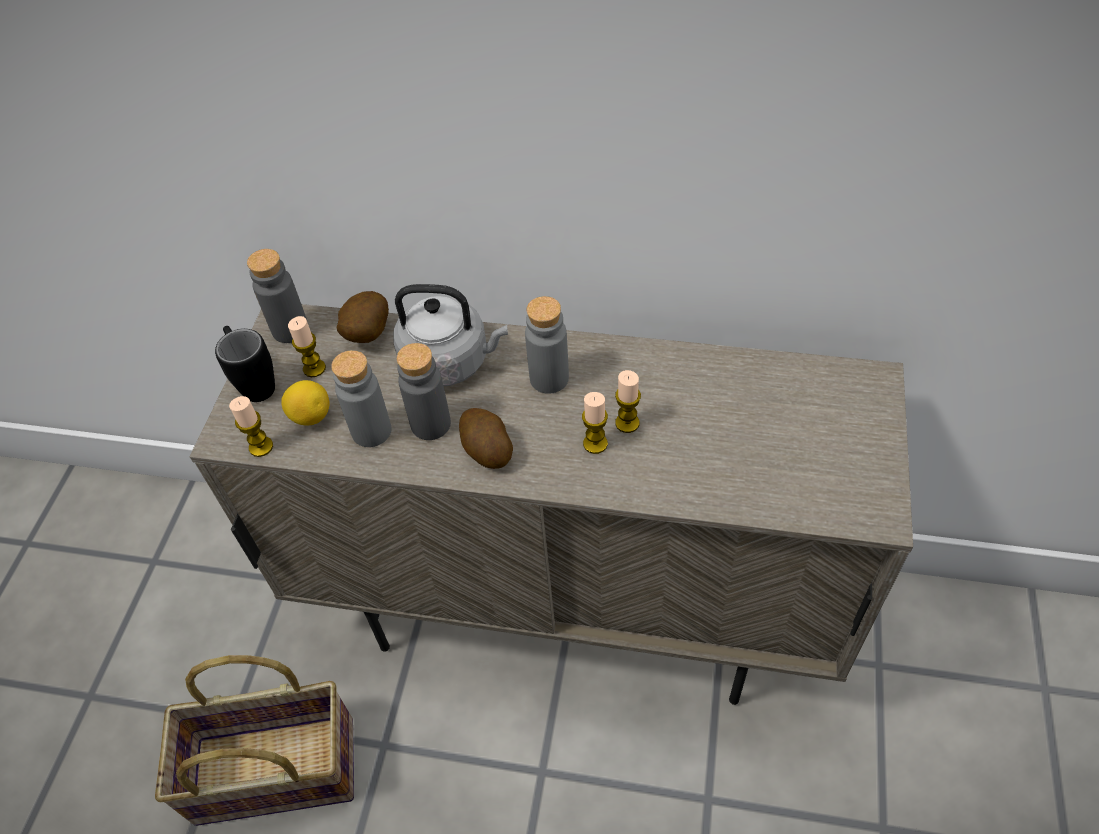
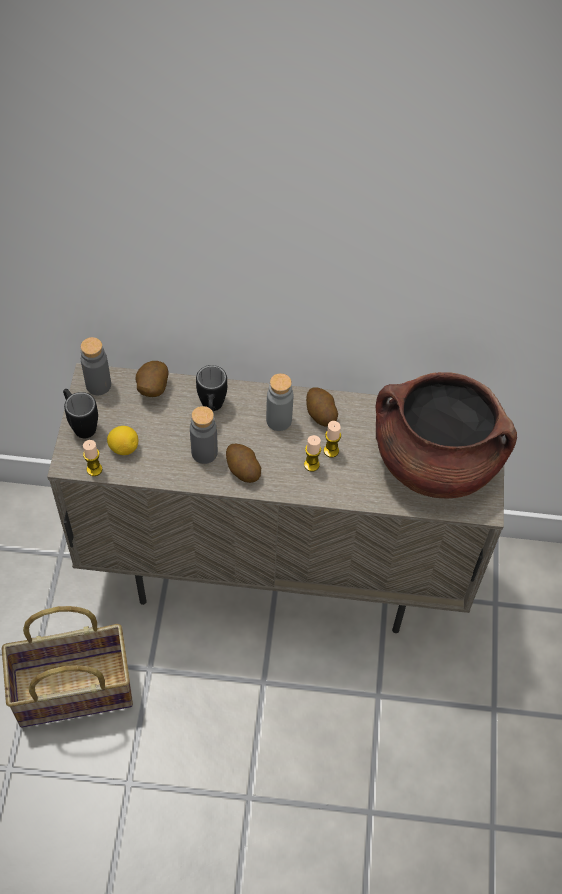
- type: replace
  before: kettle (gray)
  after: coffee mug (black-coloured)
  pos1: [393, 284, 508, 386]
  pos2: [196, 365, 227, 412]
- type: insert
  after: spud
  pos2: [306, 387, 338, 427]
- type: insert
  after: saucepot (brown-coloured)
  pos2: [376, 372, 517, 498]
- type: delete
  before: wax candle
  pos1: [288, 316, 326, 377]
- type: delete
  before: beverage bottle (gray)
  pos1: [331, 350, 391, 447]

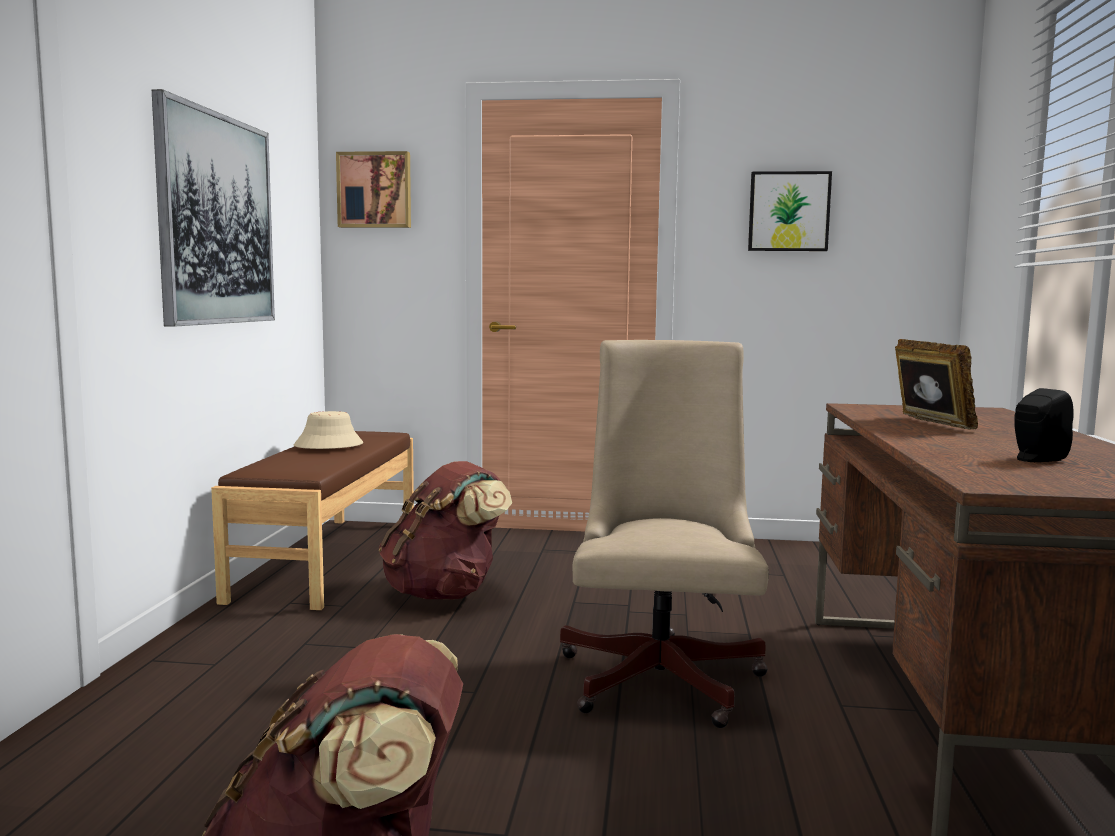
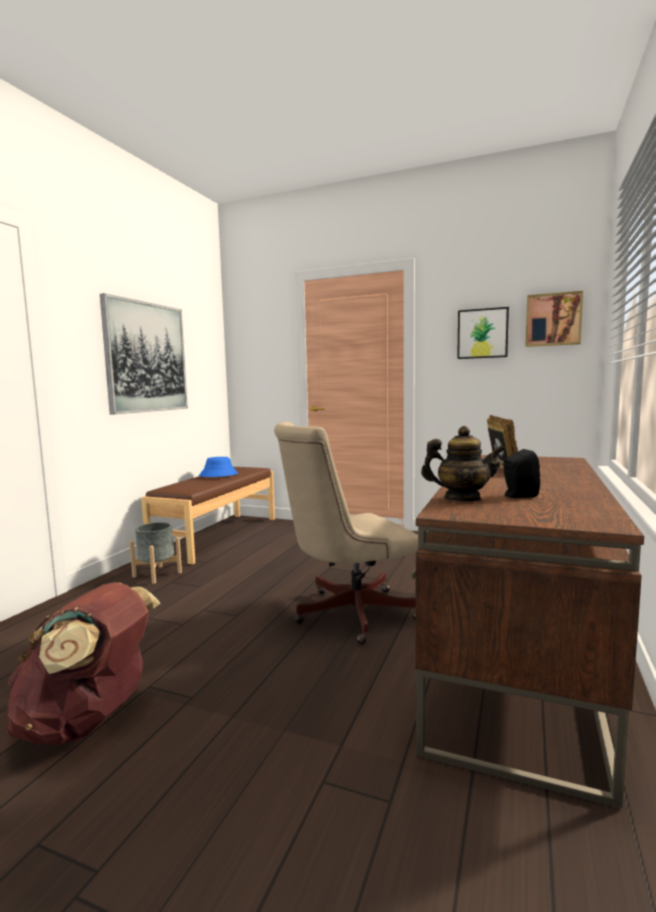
- type: insert
  after: plant pot (gray)
  pos2: [130, 522, 182, 584]
- type: recolor
  before: hat (beige)
  after: hat (bluish)
  pos1: [294, 411, 363, 449]
  pos2: [199, 457, 238, 477]
- type: rotate
  before: desk chair (beige)
  pos1: [560, 340, 769, 728]
  pos2: [274, 421, 418, 645]
  turn: -135
- type: insert
  after: tea pot
  pos2: [421, 426, 506, 501]
- type: move
  before: wall picture
  pos1: [336, 151, 411, 228]
  pos2: [525, 291, 583, 347]
- type: delete
  before: knapsack (brown-coloured)
  pos1: [379, 461, 512, 600]

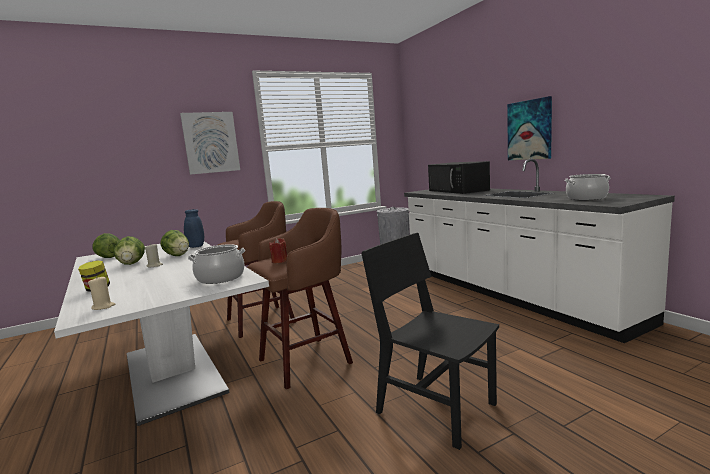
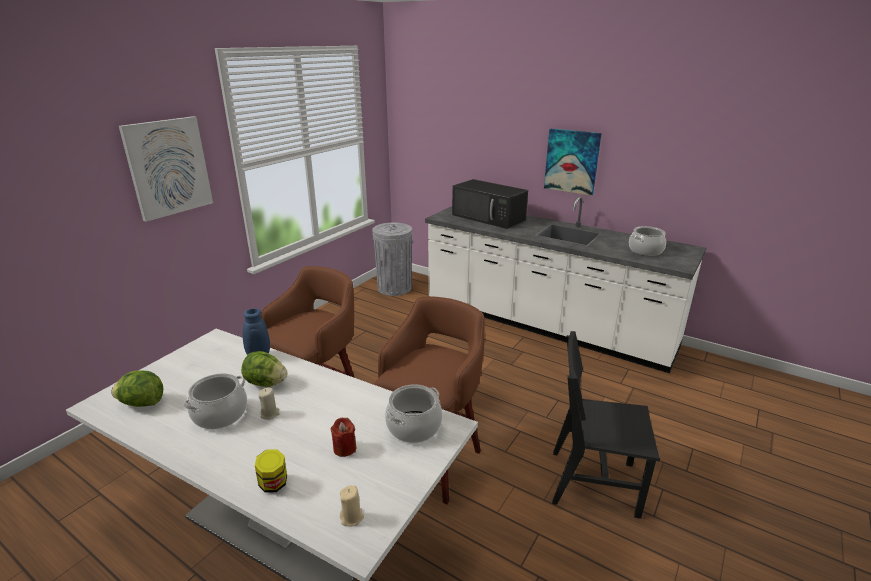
- type: replace
  before: head of lettuce
  after: saucepot
  pos1: [114, 236, 145, 265]
  pos2: [183, 373, 247, 429]
- type: move
  before: wax candle (red)
  pos1: [269, 238, 287, 263]
  pos2: [330, 418, 356, 457]

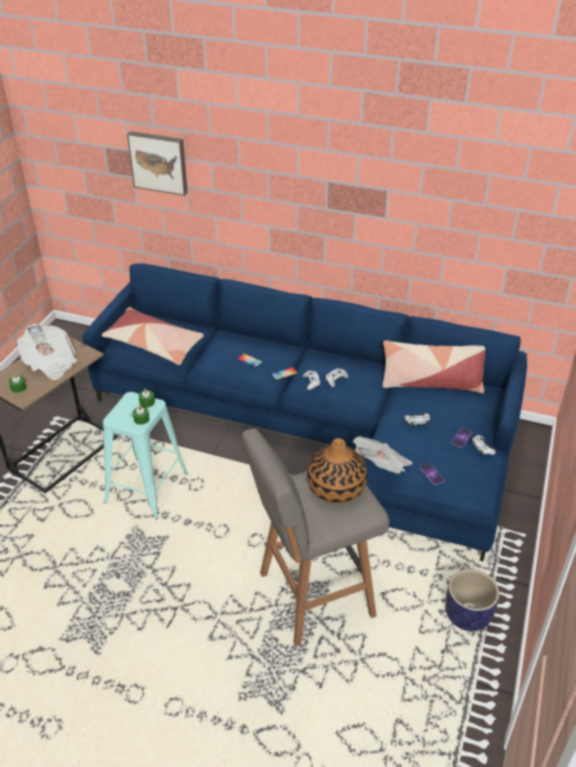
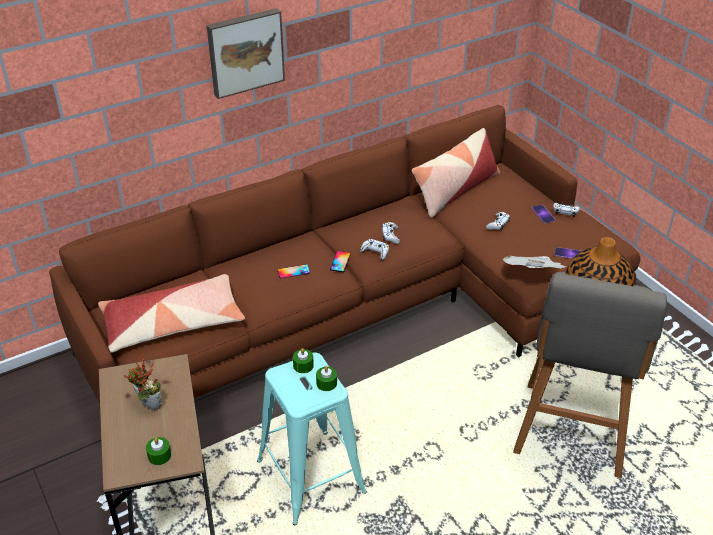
- type: recolor
  before: settee (bluish)
  after: settee (brown-coloured)
  pos1: [83, 263, 527, 561]
  pos2: [49, 105, 640, 403]
- type: replace
  before: printed paper
  after: potted plant
  pos1: [17, 324, 78, 380]
  pos2: [124, 354, 162, 410]
- type: move
  before: wall picture
  pos1: [127, 131, 188, 196]
  pos2: [207, 8, 285, 99]
- type: delete
  before: plant pot
  pos1: [445, 569, 499, 631]

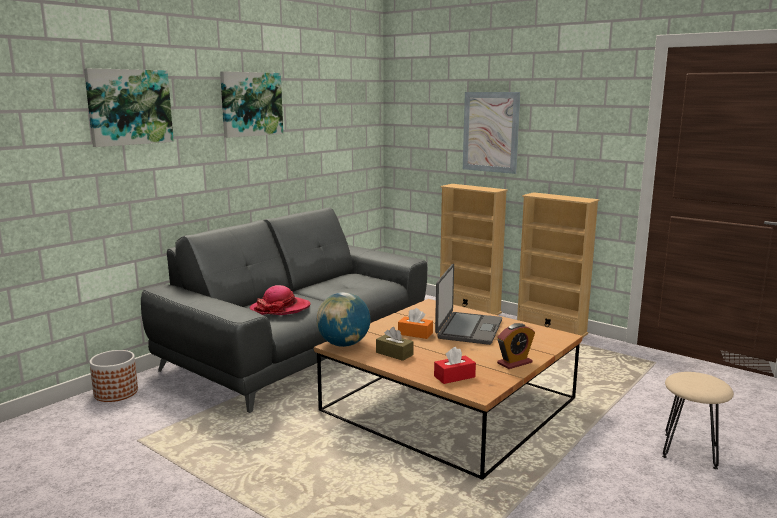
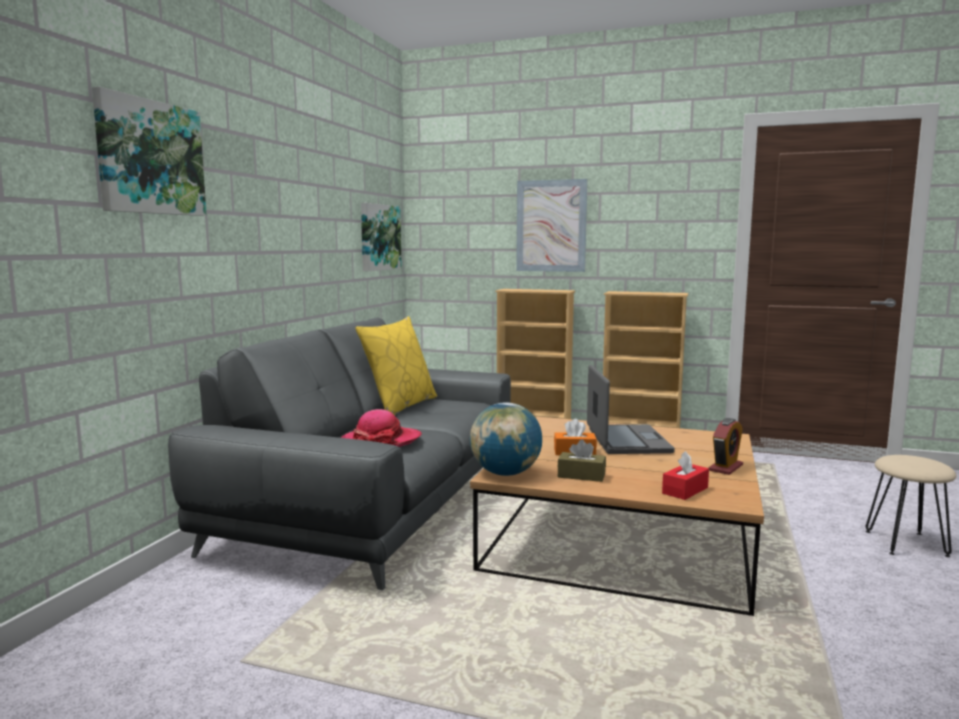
- type: insert
  after: throw pillow (yellowish)
  pos2: [356, 316, 437, 415]
- type: move
  before: wall picture
  pos1: [220, 71, 283, 138]
  pos2: [361, 203, 402, 271]
- type: delete
  before: plant pot
  pos1: [89, 350, 138, 402]

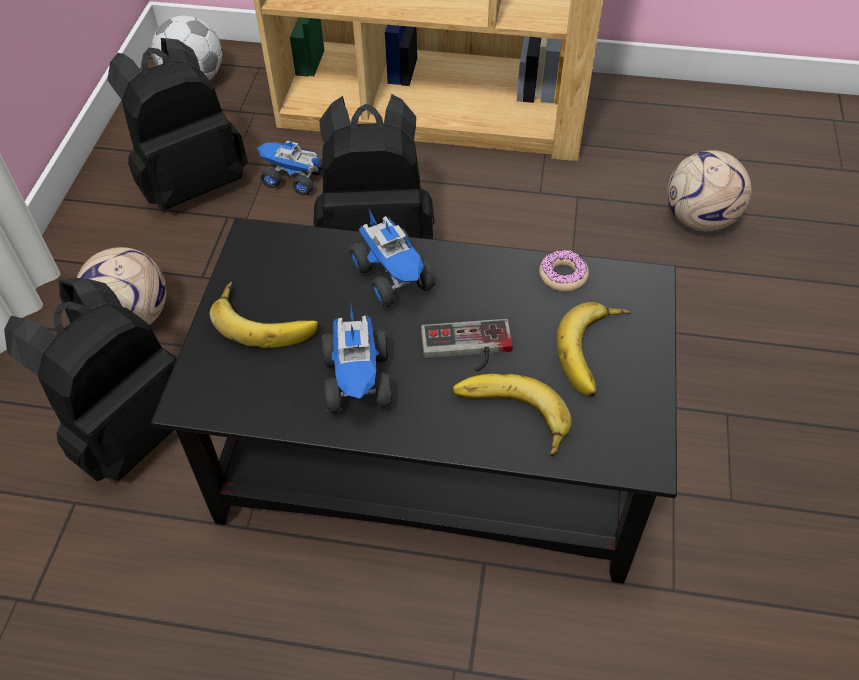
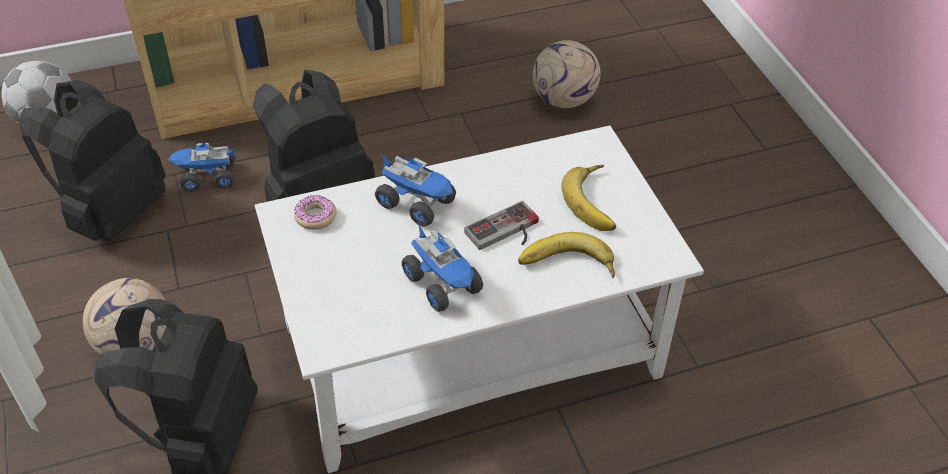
- type: recolor
  before: coffee table (black-coloured)
  after: coffee table (white-coloured)
  pos1: [151, 218, 677, 584]
  pos2: [255, 126, 704, 473]
- type: move
  before: ring doughnut
  pos1: [539, 250, 589, 292]
  pos2: [294, 195, 336, 230]
- type: delete
  before: banana fruit
  pos1: [209, 281, 319, 348]

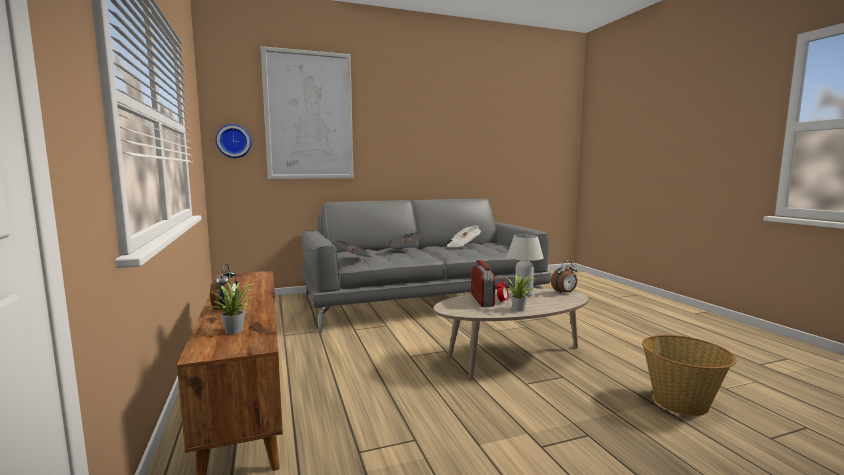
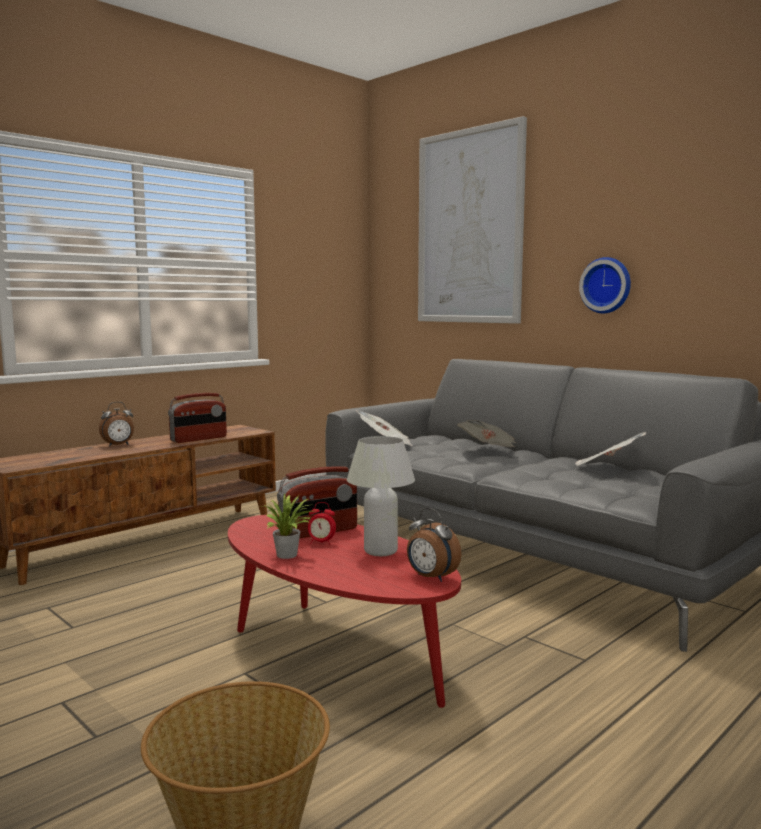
- type: insert
  after: radio receiver
  pos2: [168, 393, 227, 443]
- type: recolor
  before: coffee table (beige)
  after: coffee table (red)
  pos1: [434, 288, 588, 379]
  pos2: [228, 514, 461, 708]
- type: move
  before: clock on the wall
  pos1: [216, 124, 252, 158]
  pos2: [579, 257, 631, 313]
- type: delete
  before: potted plant
  pos1: [210, 283, 254, 334]

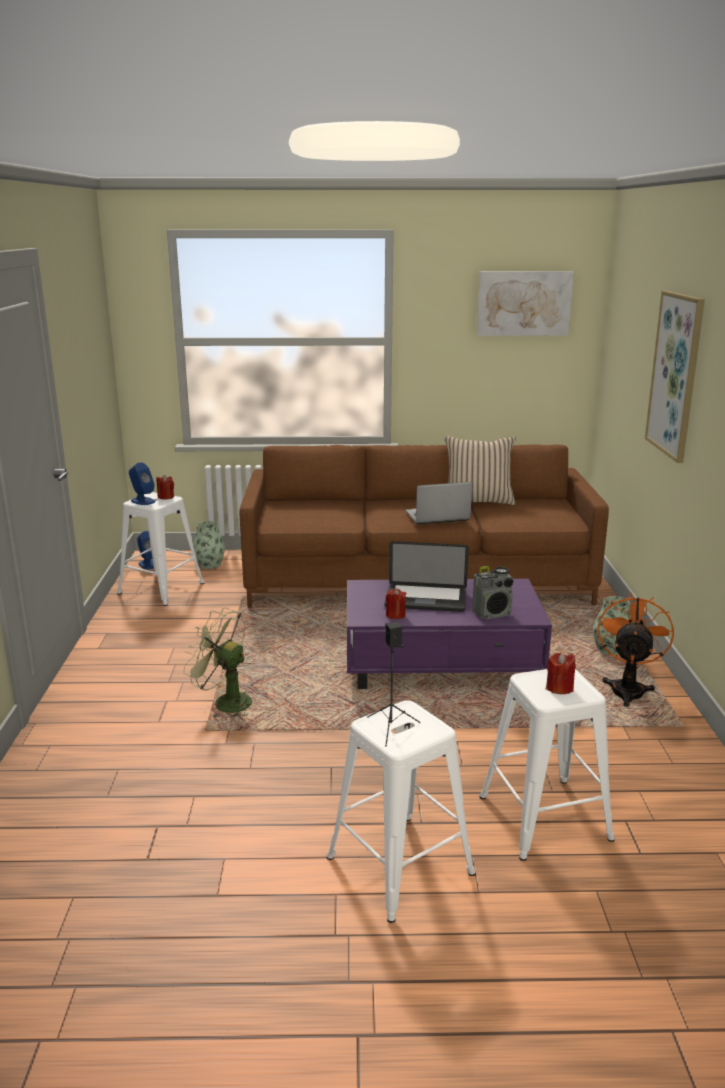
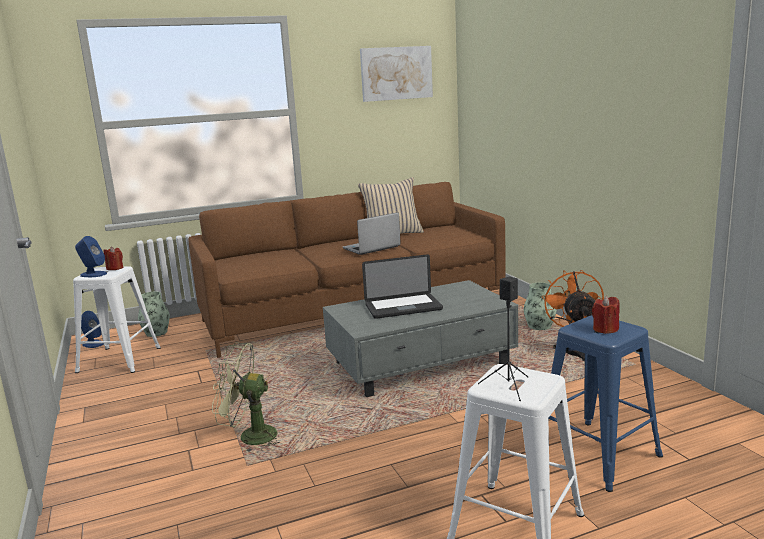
- type: recolor
  before: coffee table (purple-coloured)
  after: coffee table (gray)
  pos1: [347, 579, 552, 689]
  pos2: [323, 280, 518, 397]
- type: recolor
  before: stool seat (white-coloured)
  after: stool seat (bluish)
  pos1: [479, 669, 615, 861]
  pos2: [548, 315, 663, 492]
- type: delete
  before: wax candle (red)
  pos1: [386, 588, 406, 619]
- type: delete
  before: radio receiver
  pos1: [472, 566, 513, 619]
- type: delete
  before: wall picture
  pos1: [645, 291, 705, 463]

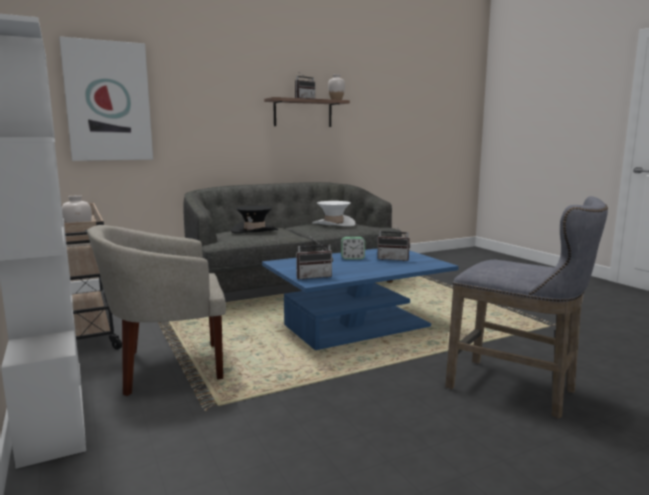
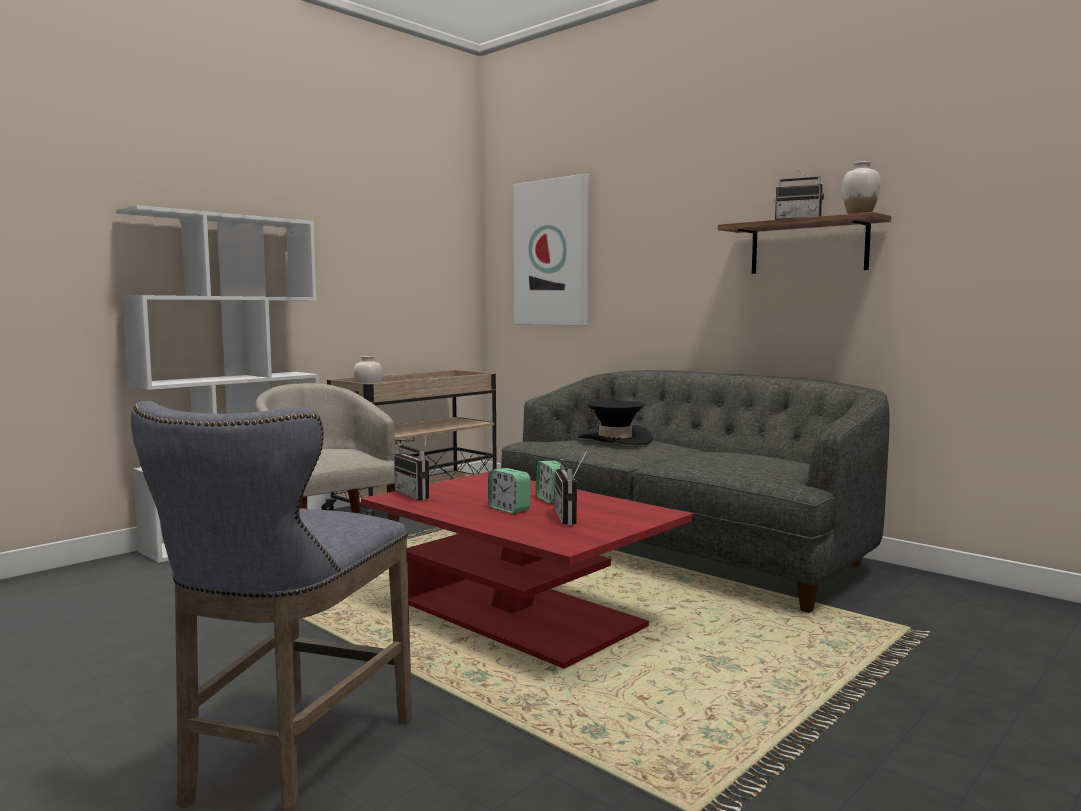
- type: recolor
  before: coffee table (bluish)
  after: coffee table (red)
  pos1: [262, 248, 459, 350]
  pos2: [361, 472, 693, 669]
- type: insert
  after: table clock
  pos2: [488, 468, 531, 514]
- type: delete
  before: hat (white-coloured)
  pos1: [312, 201, 356, 226]

